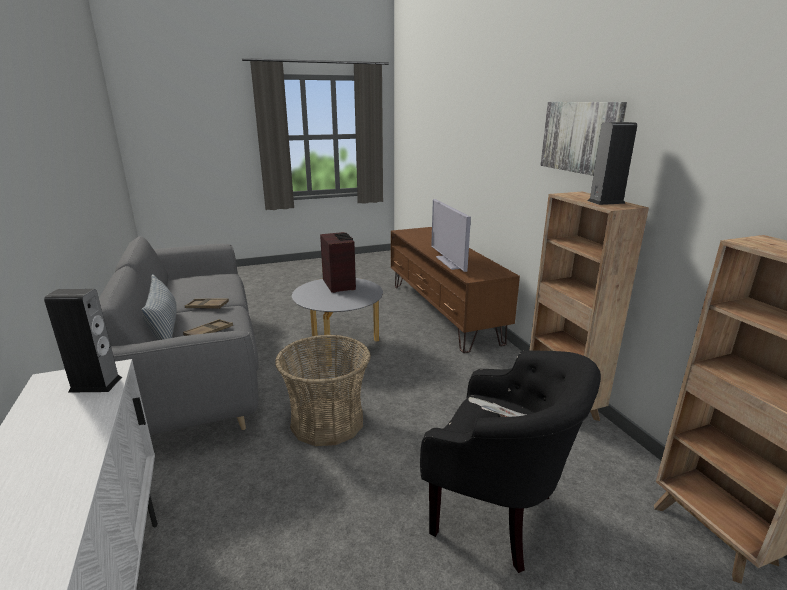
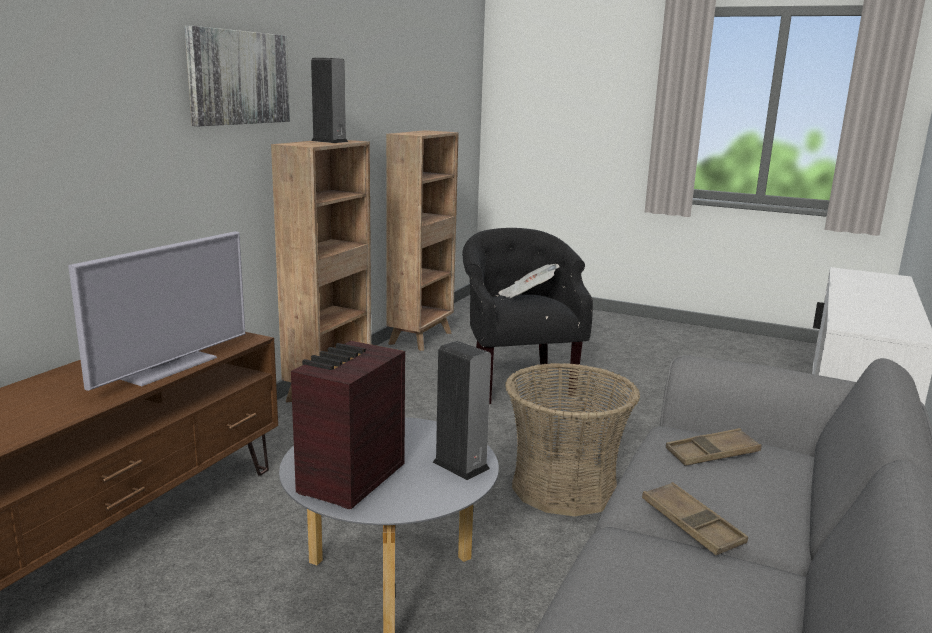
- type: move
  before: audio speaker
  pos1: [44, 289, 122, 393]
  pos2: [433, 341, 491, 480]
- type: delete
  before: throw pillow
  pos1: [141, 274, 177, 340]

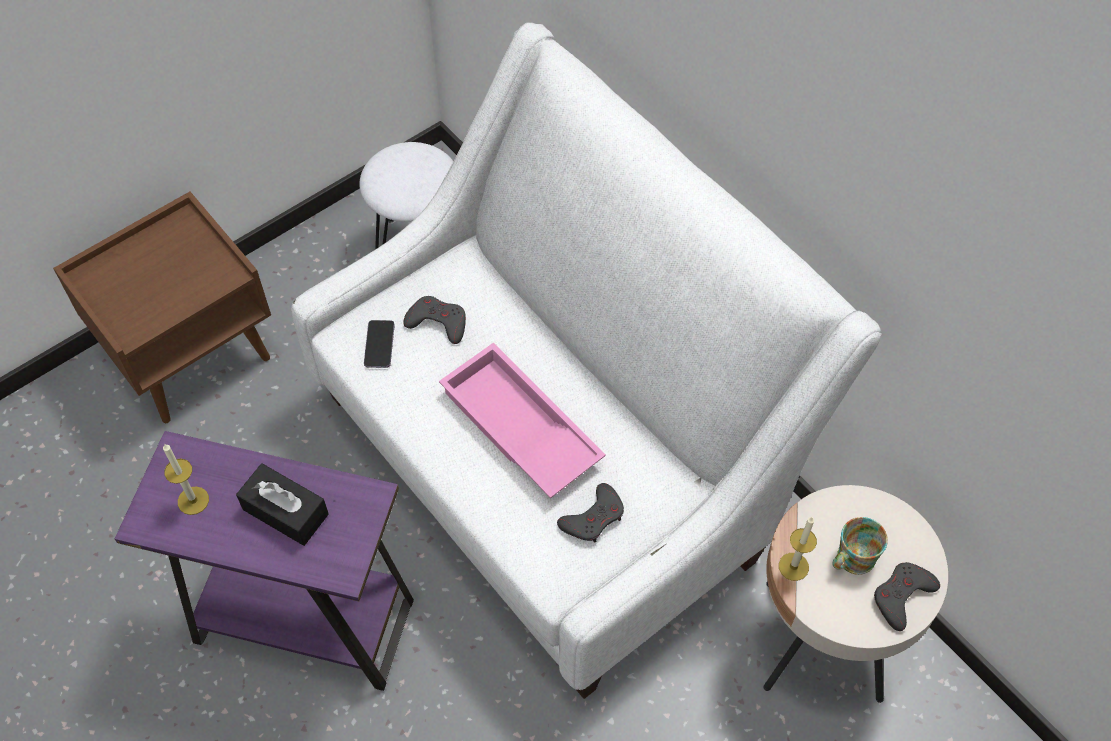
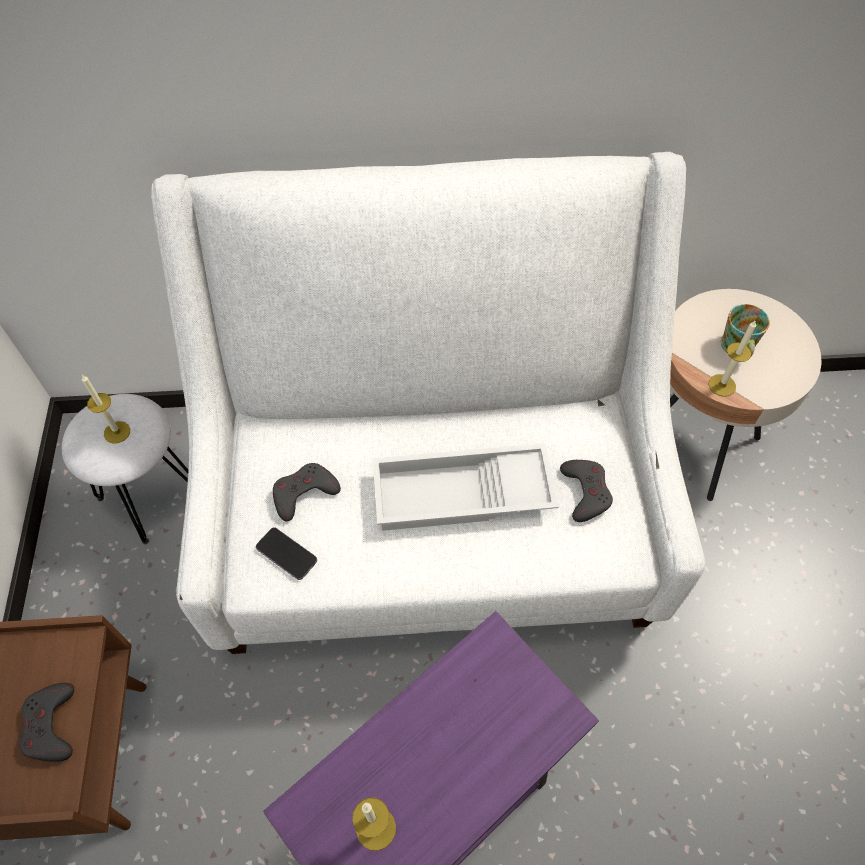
- type: move
  before: game controller (gray)
  pos1: [874, 562, 940, 631]
  pos2: [19, 683, 74, 762]
- type: insert
  after: wax candle
  pos2: [82, 375, 130, 444]
- type: recolor
  before: carrying tray (pink)
  after: carrying tray (white-coloured)
  pos1: [439, 343, 606, 499]
  pos2: [373, 443, 559, 531]
- type: delete
  before: box of tissues (black-coloured)
  pos1: [236, 463, 329, 546]

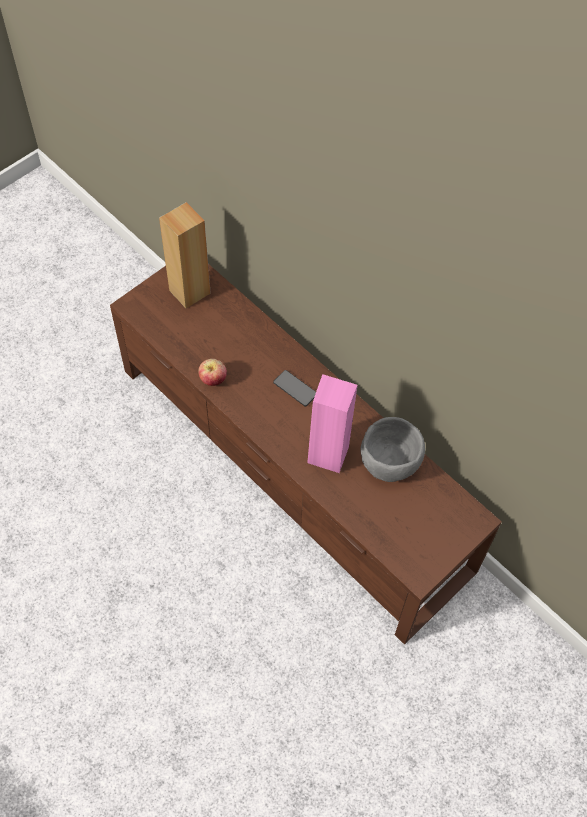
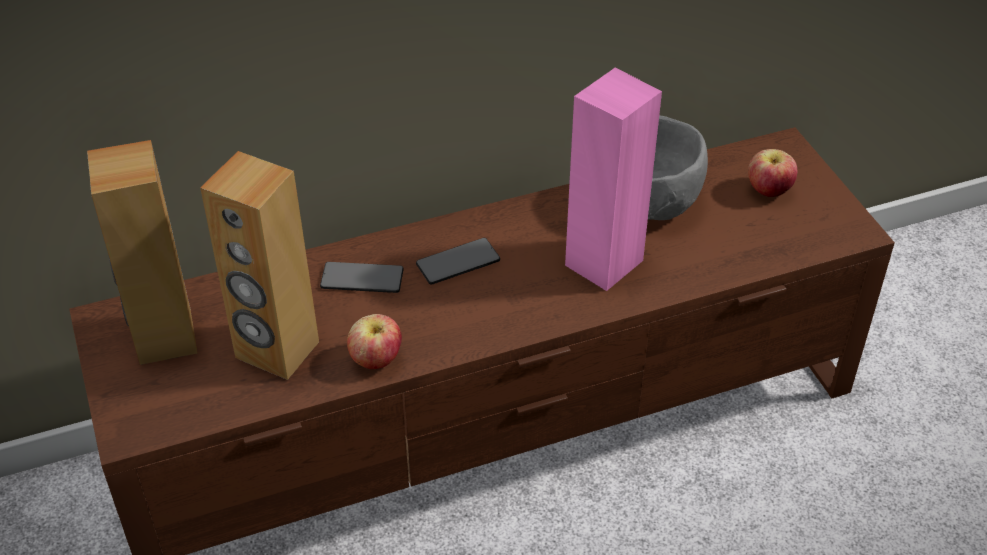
- type: insert
  after: audio speaker (brown-coloured)
  pos2: [200, 151, 319, 380]
- type: insert
  after: phone
  pos2: [320, 262, 404, 293]
- type: insert
  after: apple fruit
  pos2: [748, 149, 797, 197]

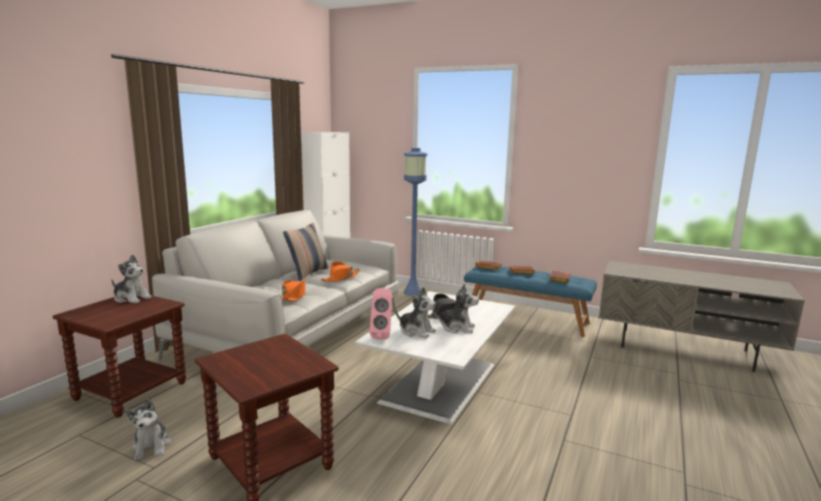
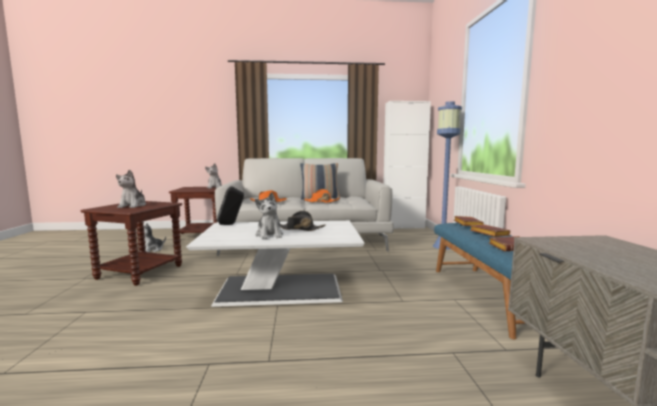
- type: move
  before: plush toy
  pos1: [396, 287, 436, 339]
  pos2: [116, 170, 146, 208]
- type: recolor
  before: audio speaker (pink)
  after: audio speaker (black-coloured)
  pos1: [369, 288, 392, 339]
  pos2: [217, 186, 244, 225]

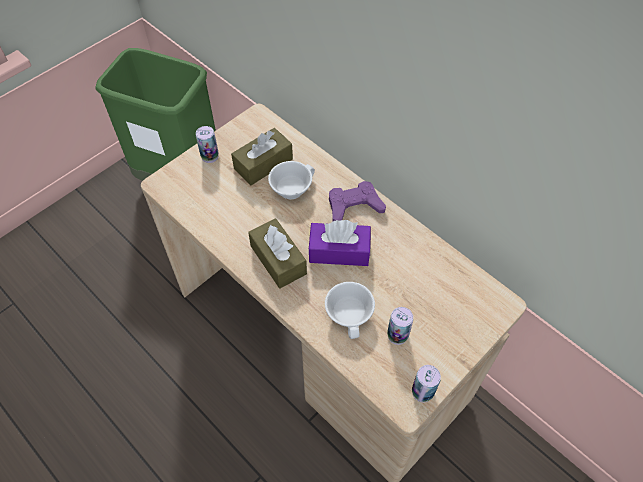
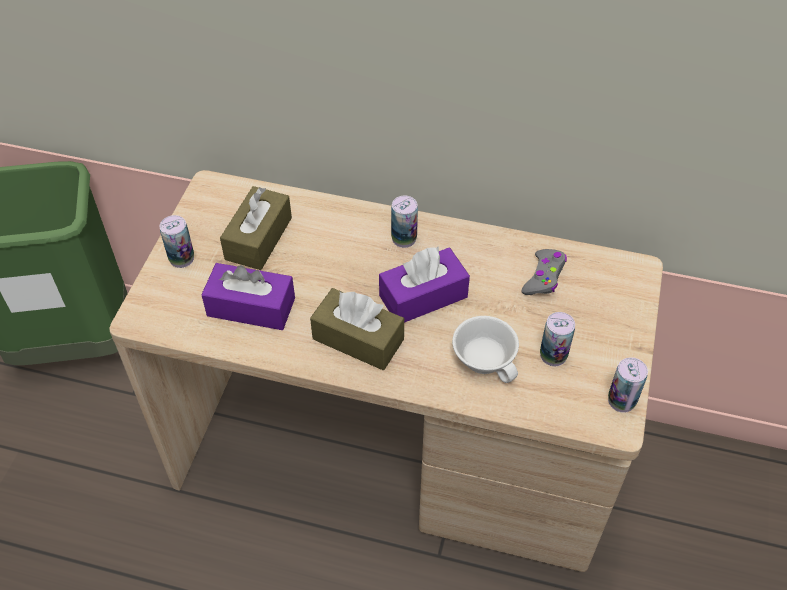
- type: insert
  after: box of tissues (purple-coloured)
  pos2: [201, 263, 295, 330]
- type: replace
  before: game controller (purple-coloured)
  after: can
  pos1: [329, 181, 386, 221]
  pos2: [391, 196, 418, 248]
- type: insert
  after: game controller (gray)
  pos2: [522, 249, 567, 295]
- type: delete
  before: cup (white-coloured)
  pos1: [268, 161, 315, 199]

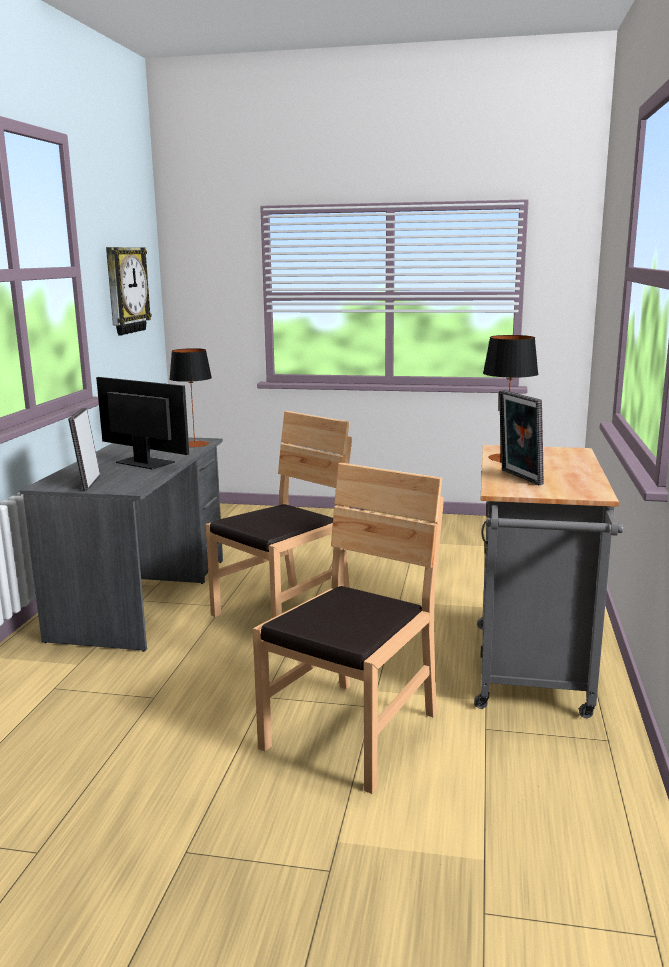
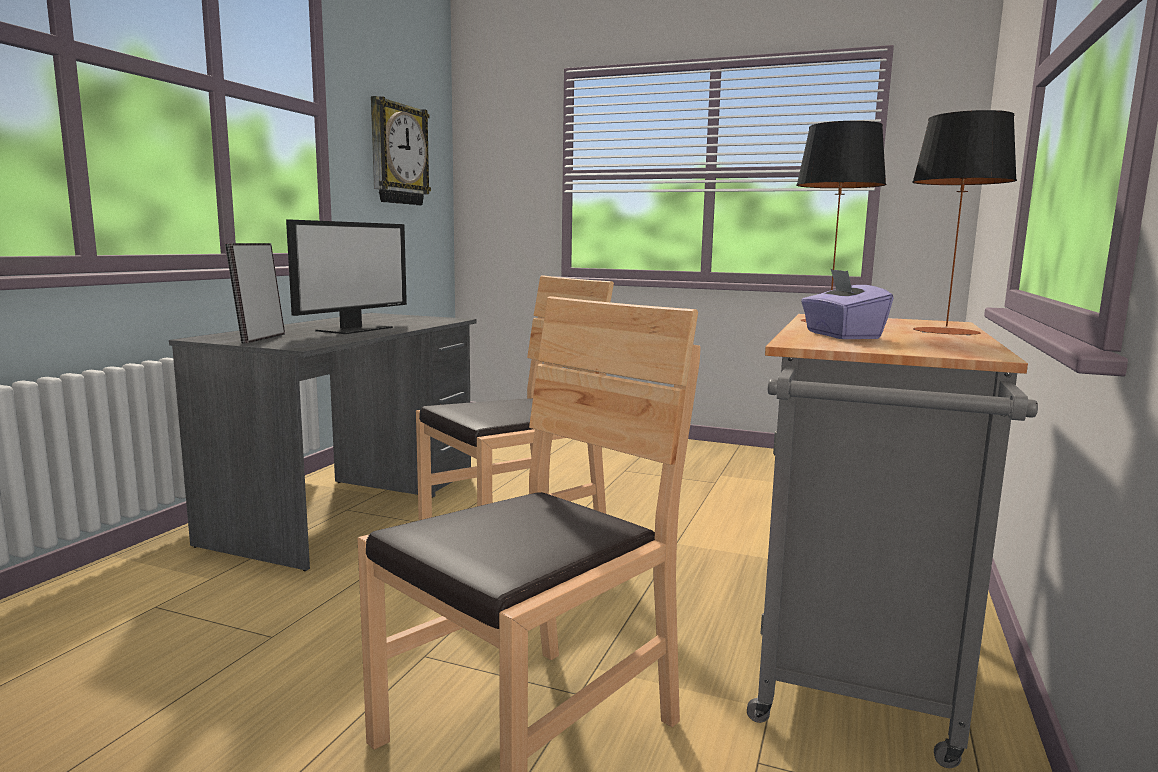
- type: rotate
  before: computer screen
  pos1: [96, 377, 189, 470]
  pos2: [286, 219, 407, 334]
  turn: 75
- type: replace
  before: picture frame
  after: box of tissues (purple-coloured)
  pos1: [499, 390, 544, 485]
  pos2: [801, 269, 893, 339]
- type: move
  before: table lamp
  pos1: [169, 348, 212, 447]
  pos2: [912, 110, 1017, 335]

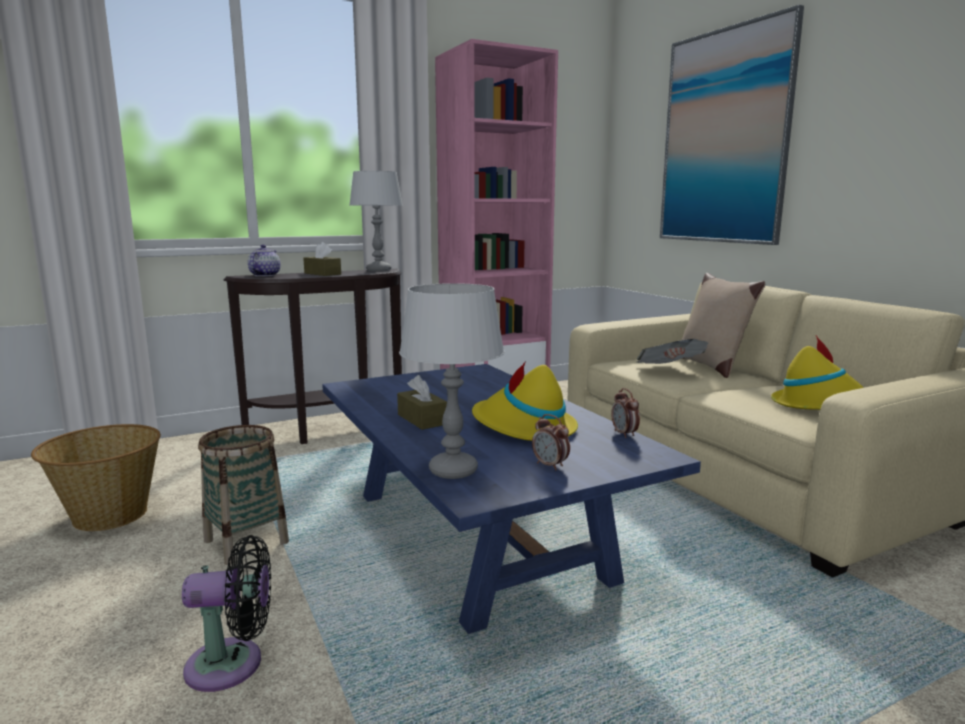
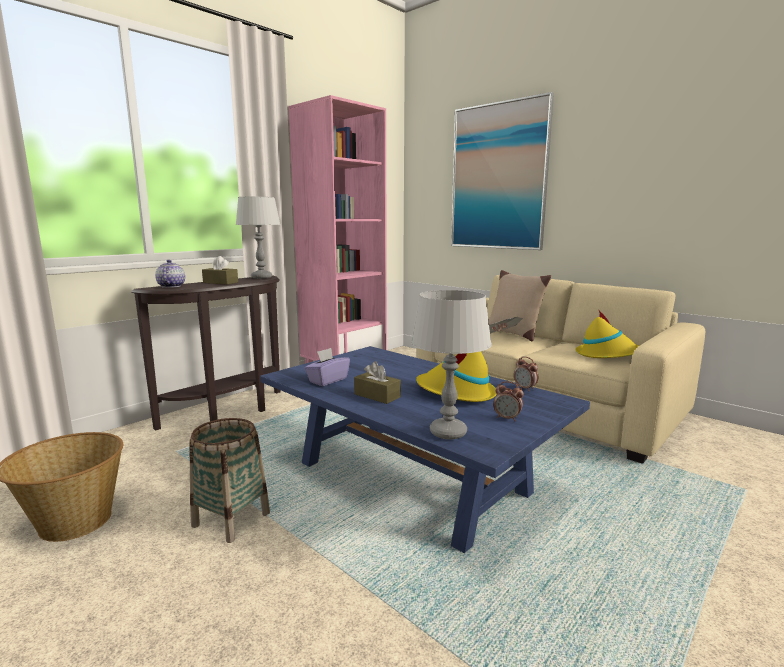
- type: insert
  after: box of tissues (purple-coloured)
  pos2: [305, 348, 350, 386]
- type: delete
  before: cooling fan (black-coloured)
  pos1: [182, 535, 271, 692]

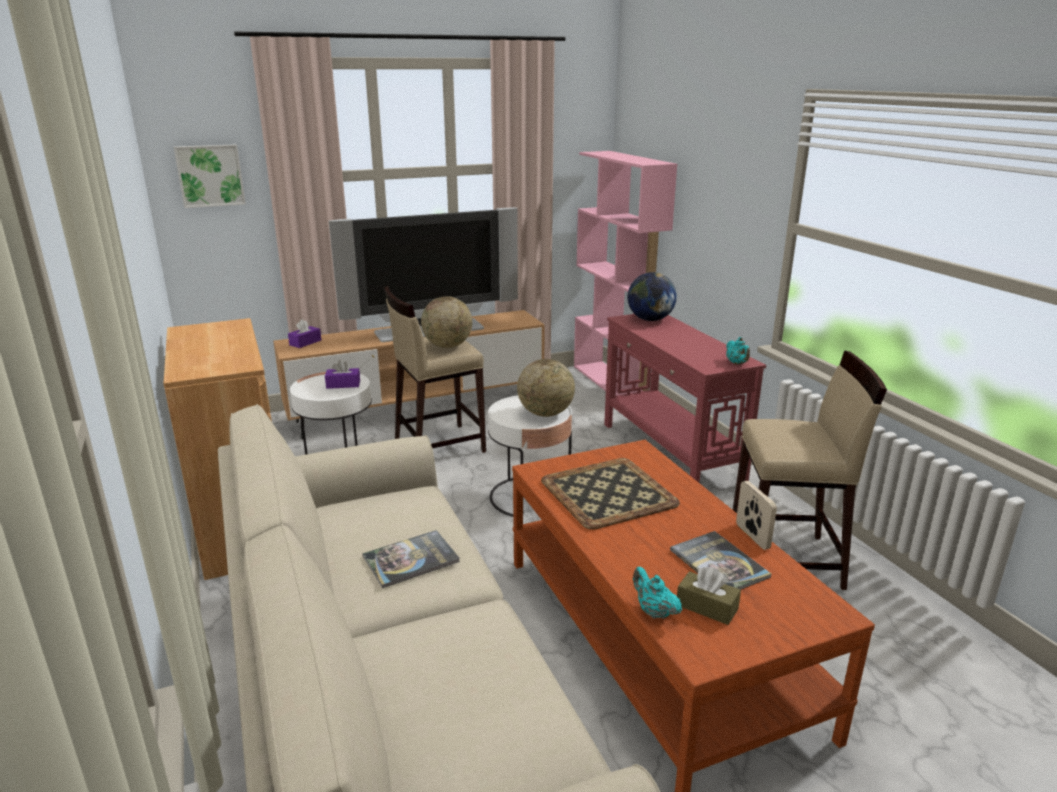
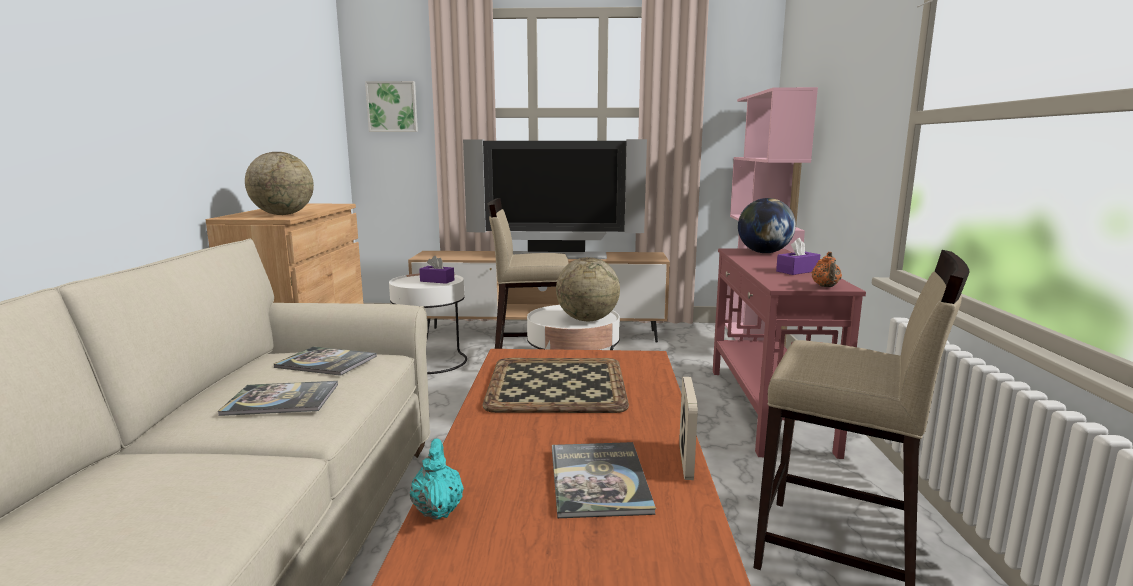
- type: move
  before: world globe
  pos1: [421, 296, 472, 348]
  pos2: [245, 152, 314, 215]
- type: insert
  after: bound book
  pos2: [274, 346, 377, 376]
- type: move
  before: box of tissues (purple-coloured)
  pos1: [288, 319, 321, 348]
  pos2: [776, 238, 820, 275]
- type: recolor
  before: tea pot (turquoise-coloured)
  after: tea pot (orange)
  pos1: [726, 337, 750, 364]
  pos2: [811, 252, 842, 287]
- type: delete
  before: box of tissues (brown-coloured)
  pos1: [677, 567, 741, 625]

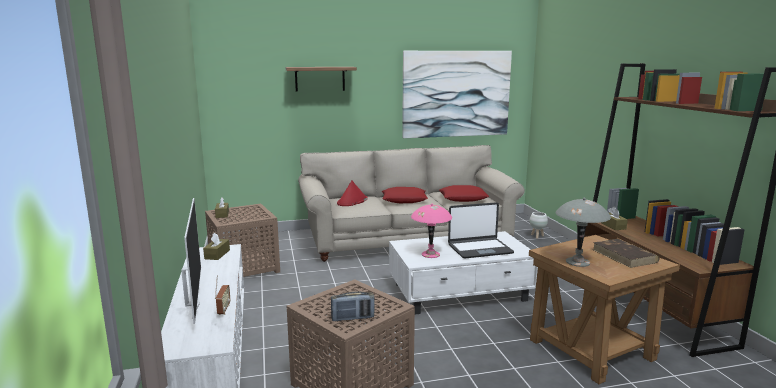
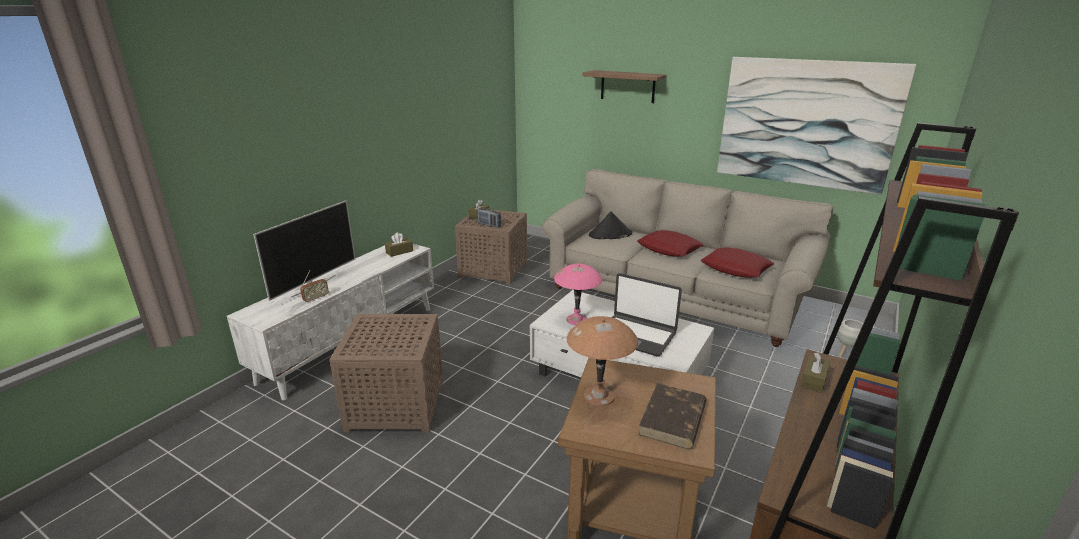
- type: move
  before: radio receiver
  pos1: [331, 291, 375, 321]
  pos2: [477, 208, 501, 228]
- type: recolor
  before: table lamp (gray)
  after: table lamp (brown-coloured)
  pos1: [556, 198, 611, 267]
  pos2: [567, 316, 638, 406]
- type: recolor
  before: hat (red)
  after: hat (black-coloured)
  pos1: [337, 181, 367, 206]
  pos2: [589, 211, 632, 239]

